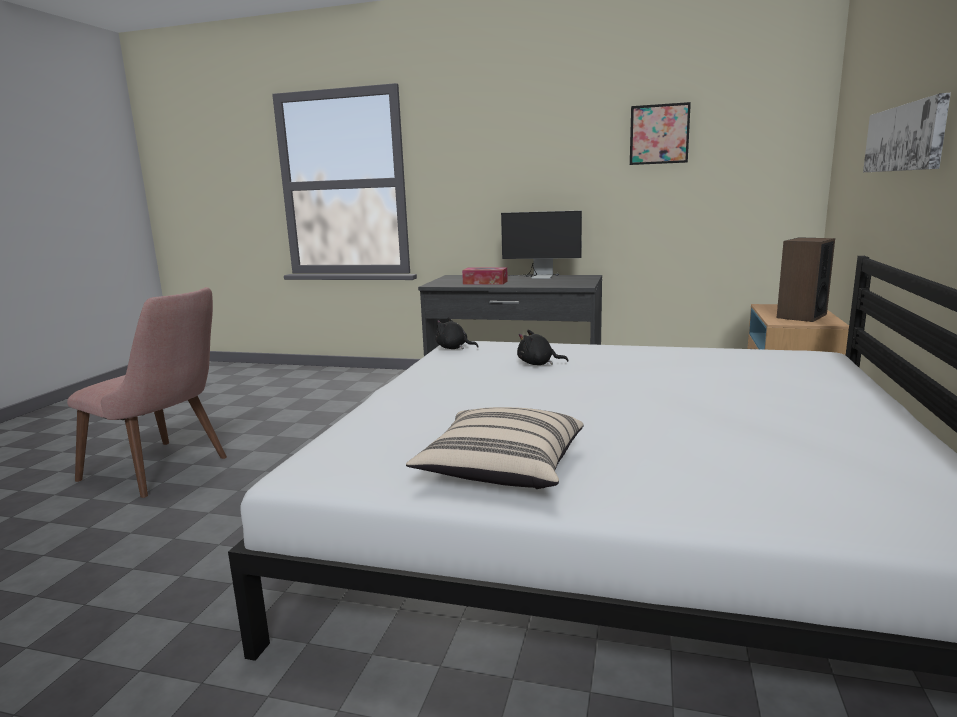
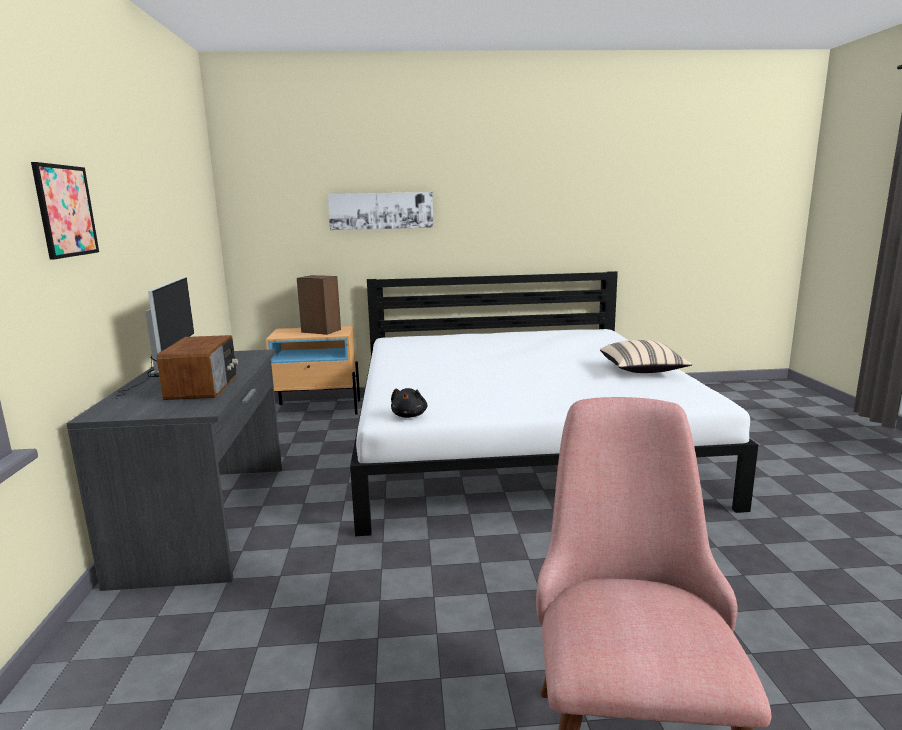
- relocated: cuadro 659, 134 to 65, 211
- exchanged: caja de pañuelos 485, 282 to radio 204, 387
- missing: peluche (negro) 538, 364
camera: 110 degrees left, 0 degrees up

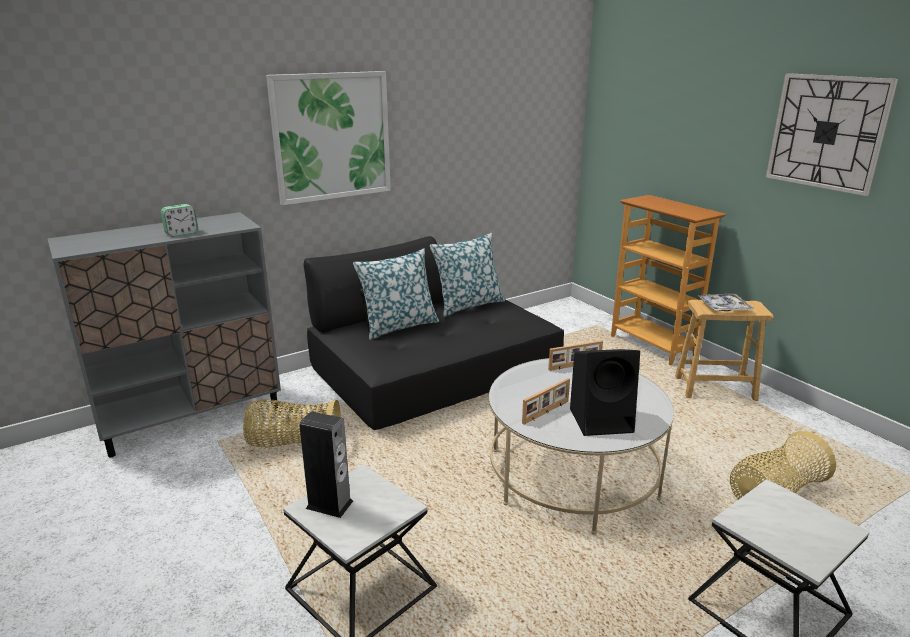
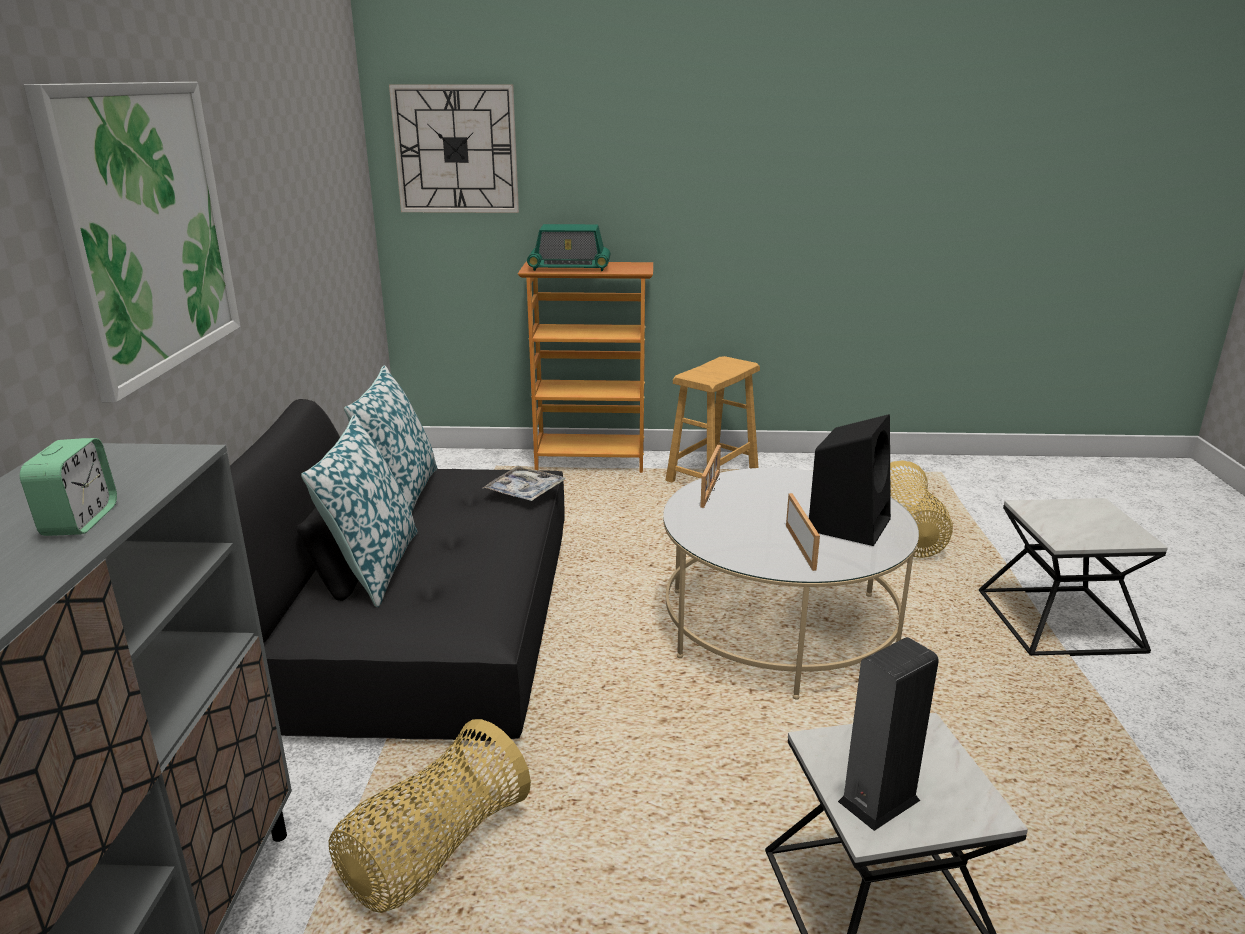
- relocated: reloj de pared 827, 132 to 456, 149
- relocated: bandeja 723, 307 to 525, 491
- appeared: radio 569, 267
camera: 55 degrees left, 0 degrees up

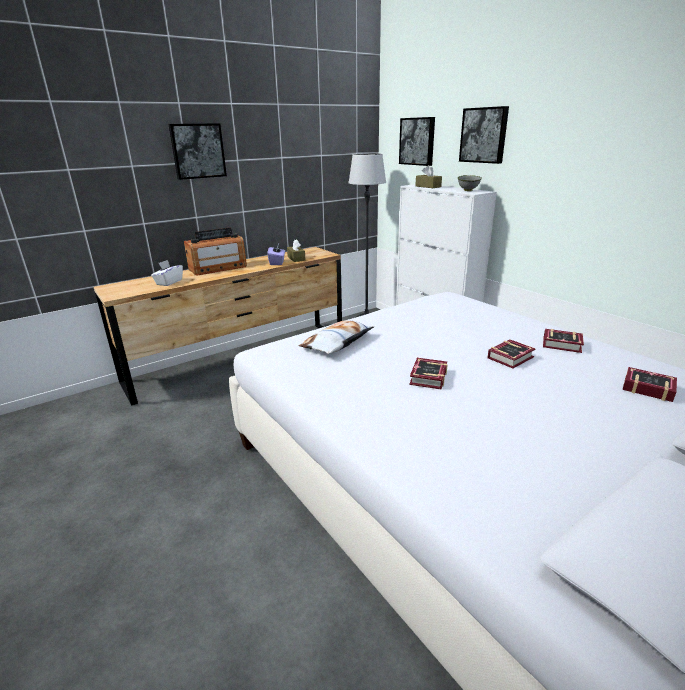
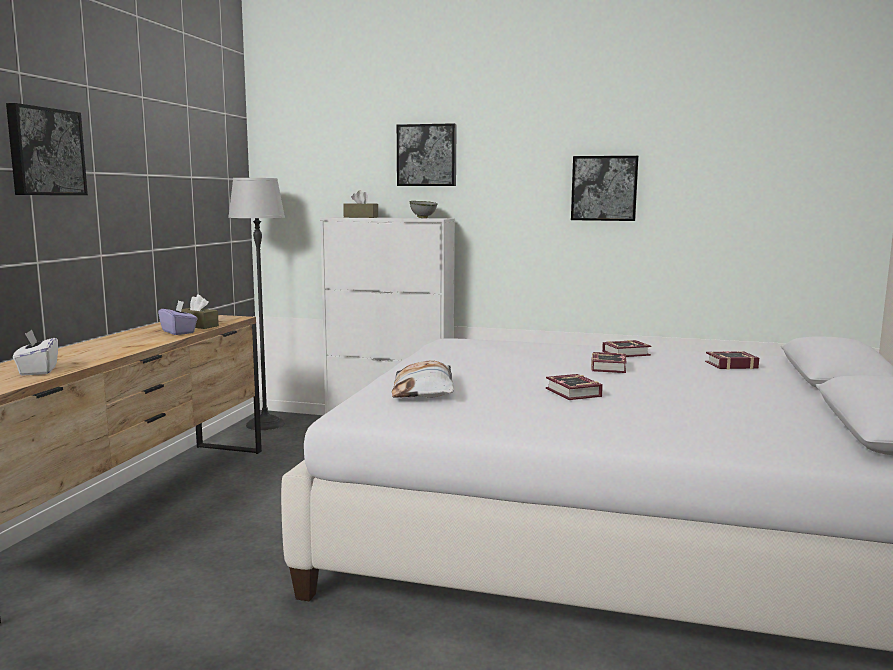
- relocated: cuadro 418, 141 to 604, 188
- missing: radio 218, 268
camera: 40 degrees left, 15 degrees down

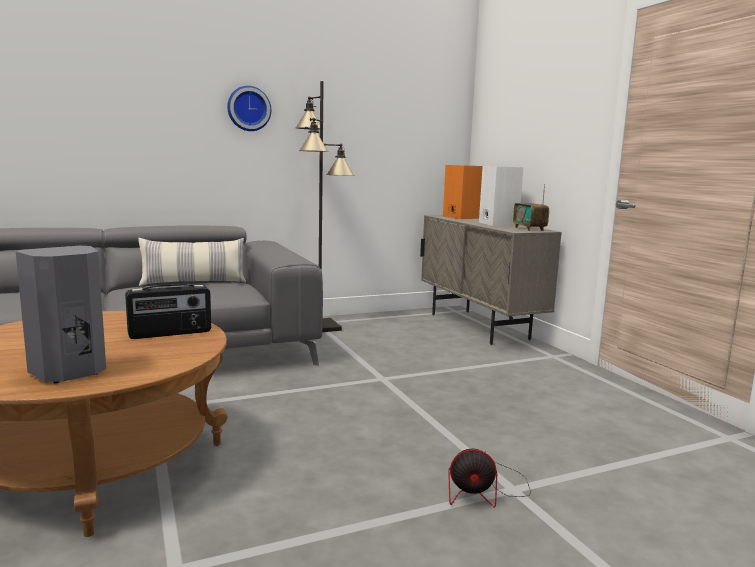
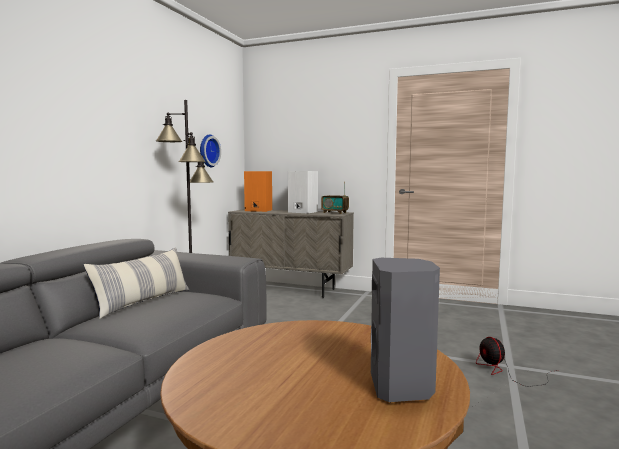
- relocated: reloj de pared 248, 109 to 207, 151
- spun: ventilador 485, 491 = 506, 372 120 degrees clockwise
- missing: radio 170, 333
camera: 45 degrees left, 5 degrees down

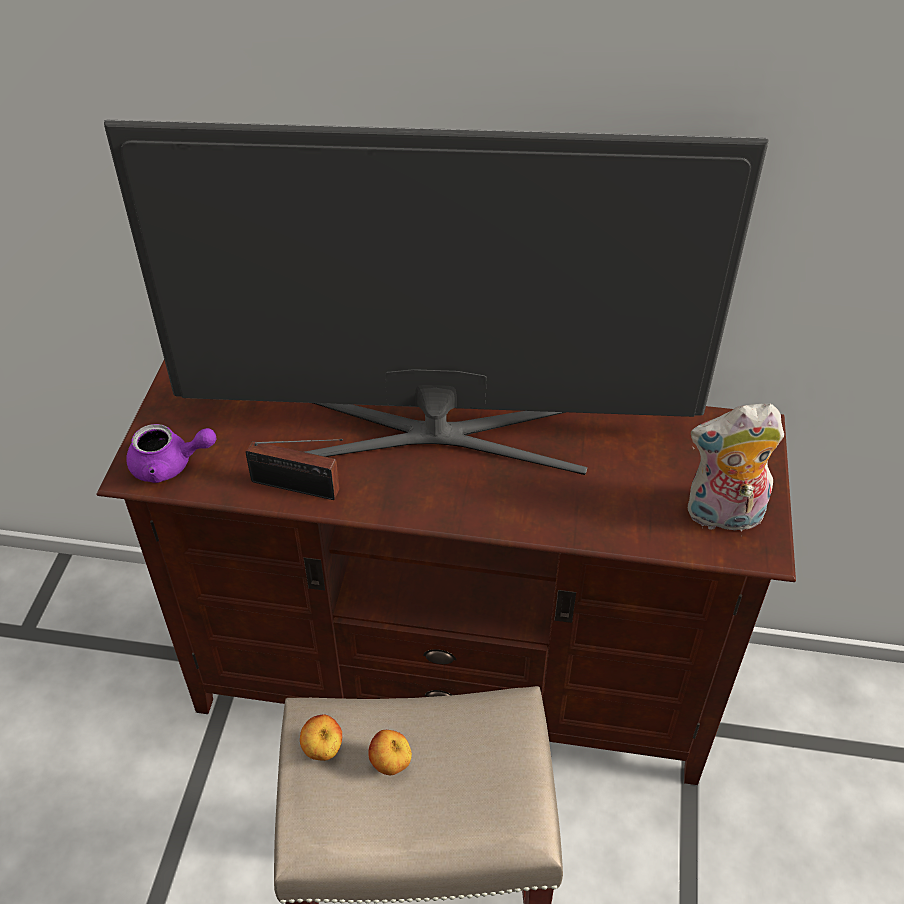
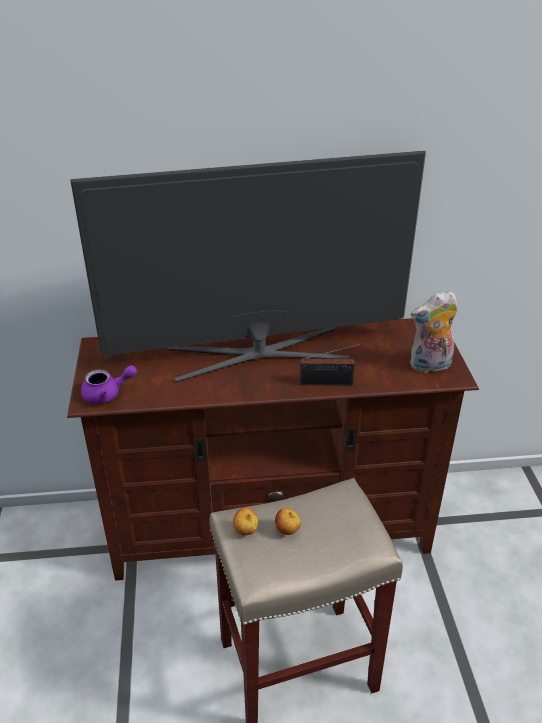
- relocated: radio 300, 488 to 329, 383
camera: 15 degrees left, 10 degrees down

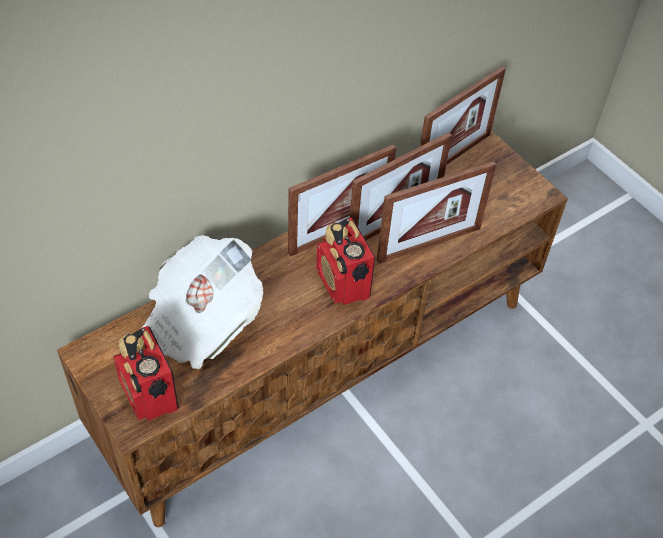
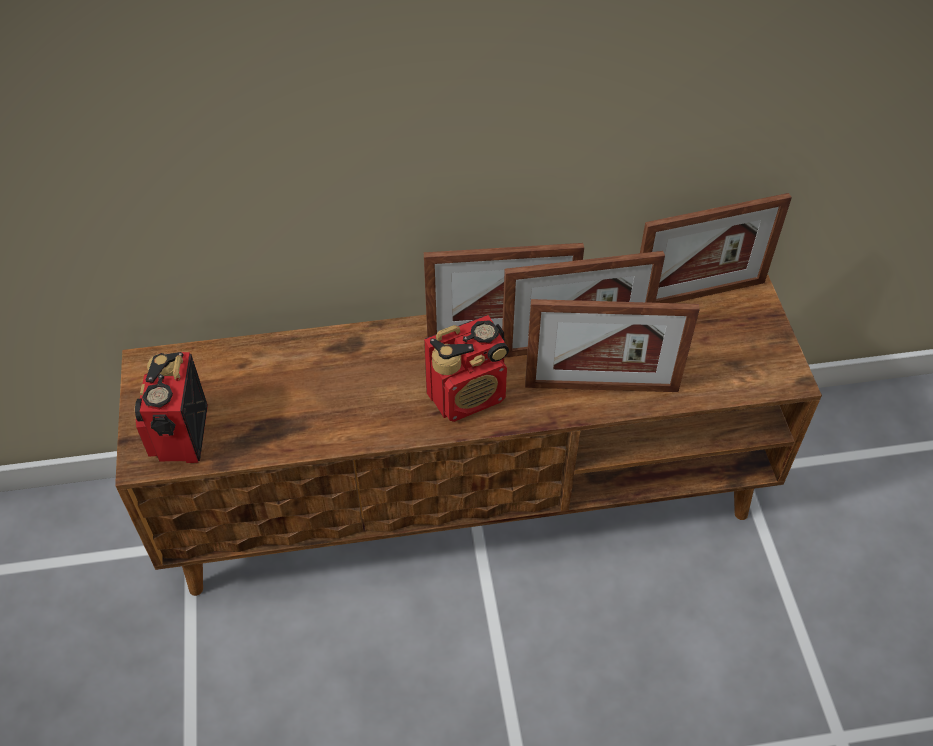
- spun: radio 343, 284 = 468, 396 120 degrees counterclockwise
- missing: periódico 199, 321
camera: 30 degrees right, 0 degrees up

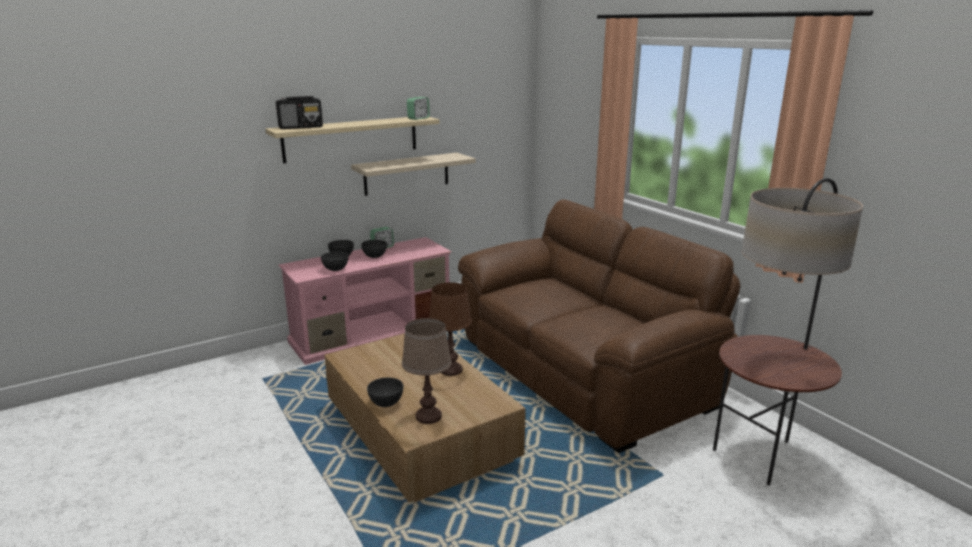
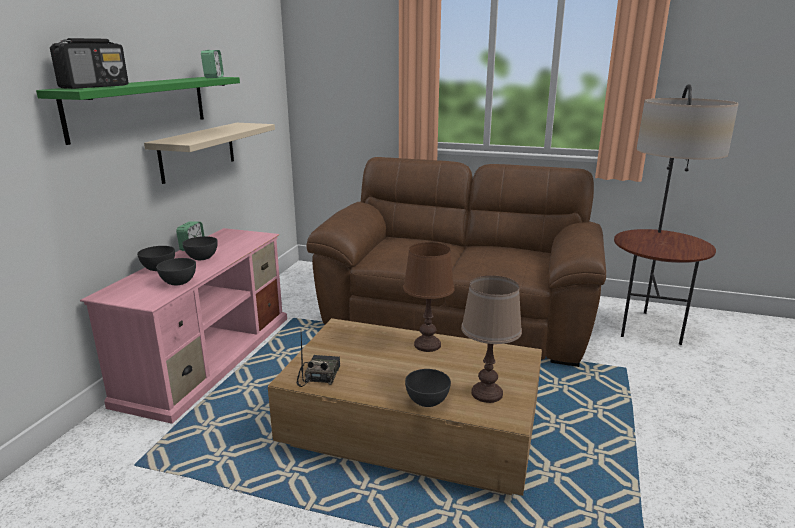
- colour: estante (beis) 351, 138 to estante (verde) 140, 106
- appeared: radio 319, 375
camera: 40 degrees left, 0 degrees up

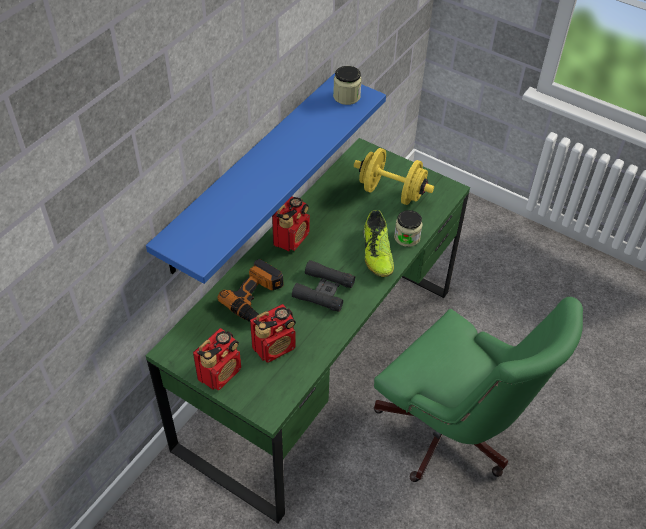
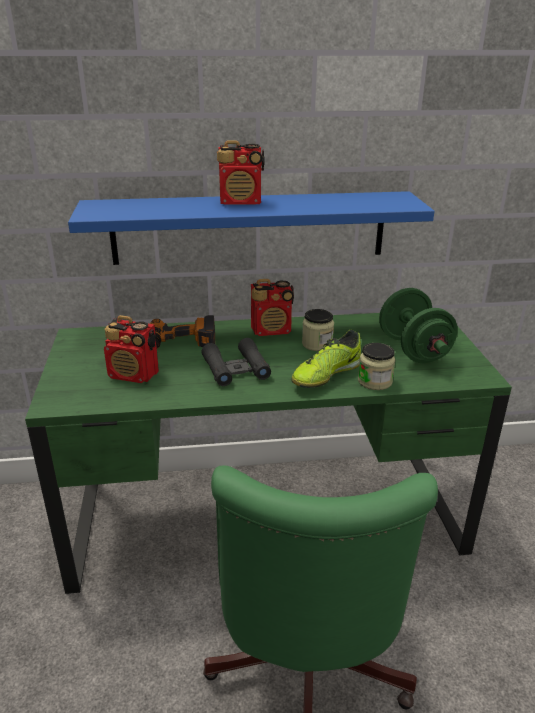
- relocated: radio 220, 373 to 241, 202
- relocated: tarro 346, 96 to 317, 344
- colour: mancuerna (amarillo) 391, 192 to mancuerna (verde) 413, 349
camera: 50 degrees right, 20 degrees down

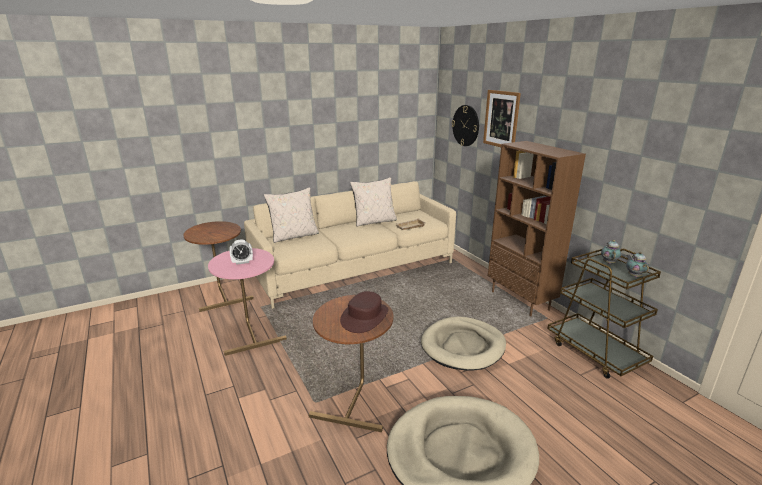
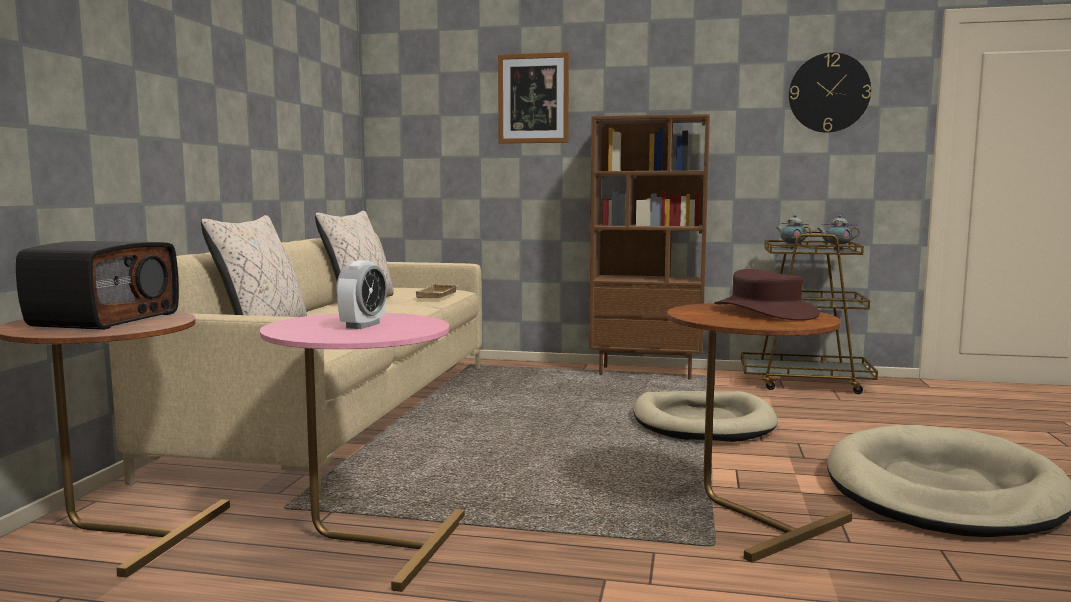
- appeared: radio 104, 319
- relocated: reloj de pared 466, 125 to 829, 93
camera: 50 degrees left, 15 degrees down

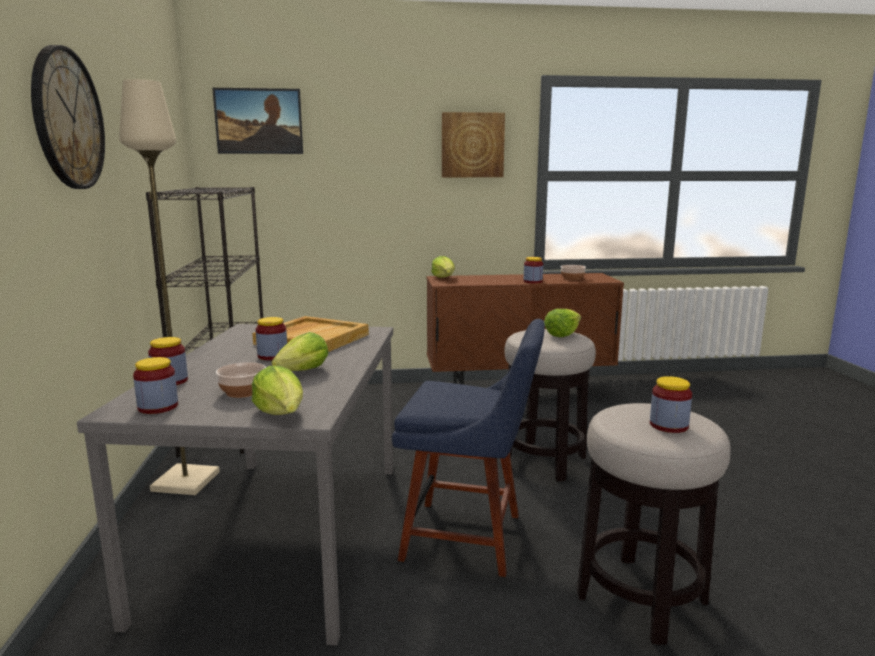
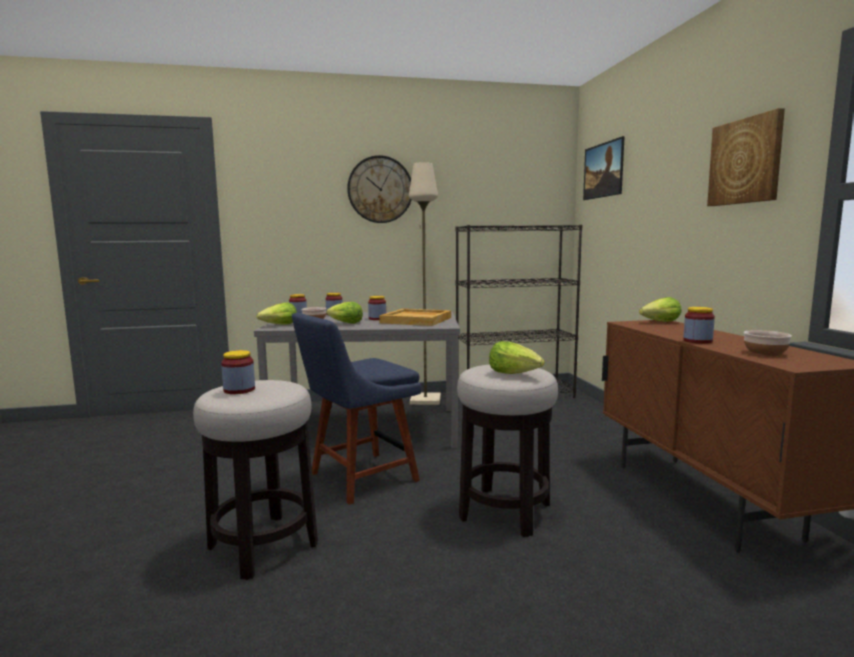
- spun: silla (azul) 469, 537 = 359, 478 45 degrees clockwise
camera: 85 degrees right, 5 degrees down

